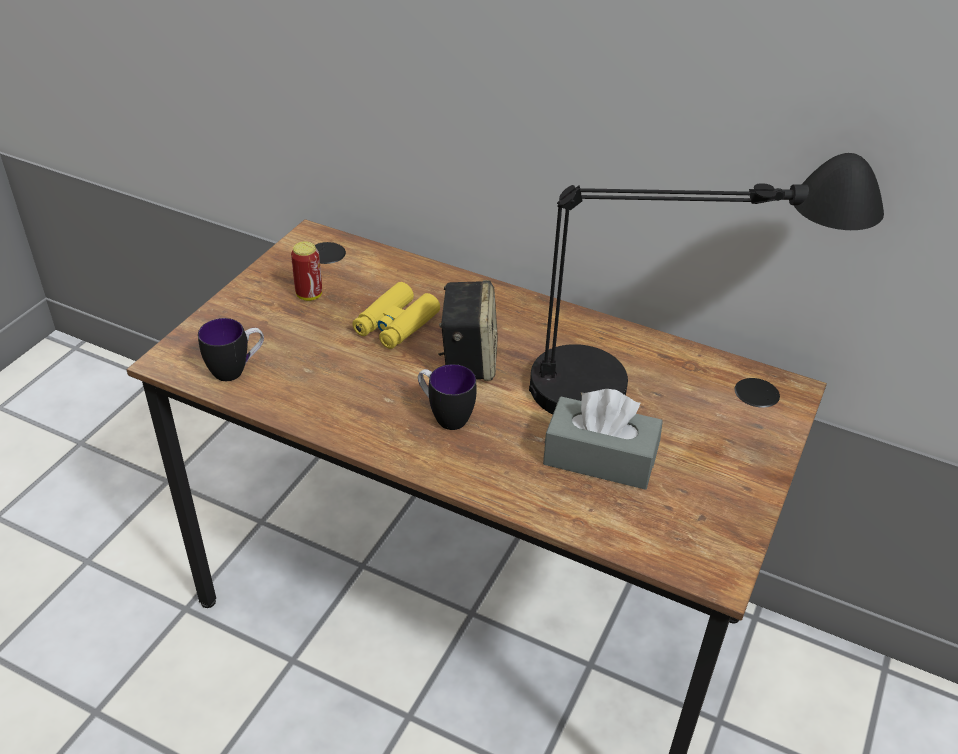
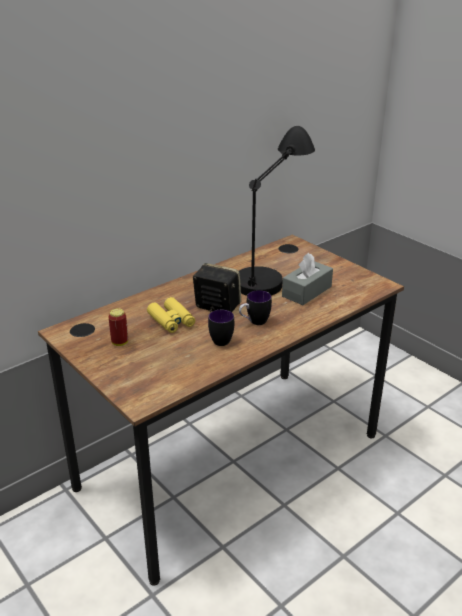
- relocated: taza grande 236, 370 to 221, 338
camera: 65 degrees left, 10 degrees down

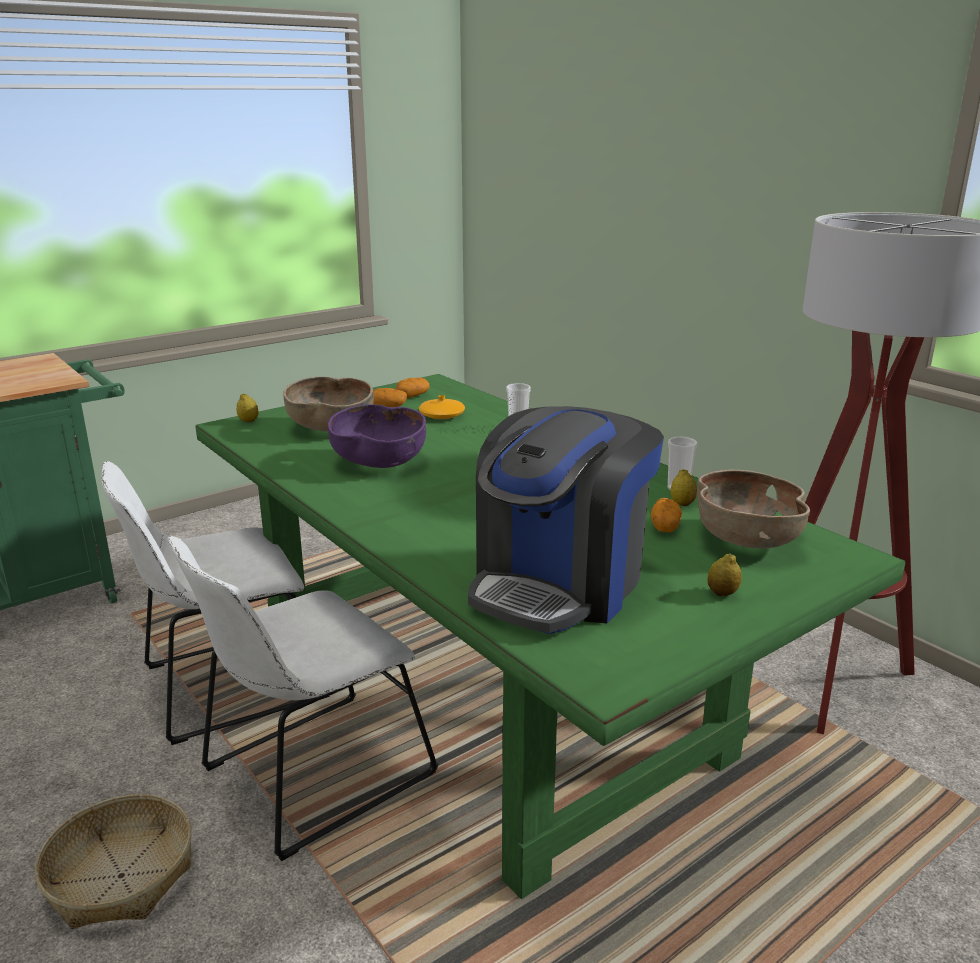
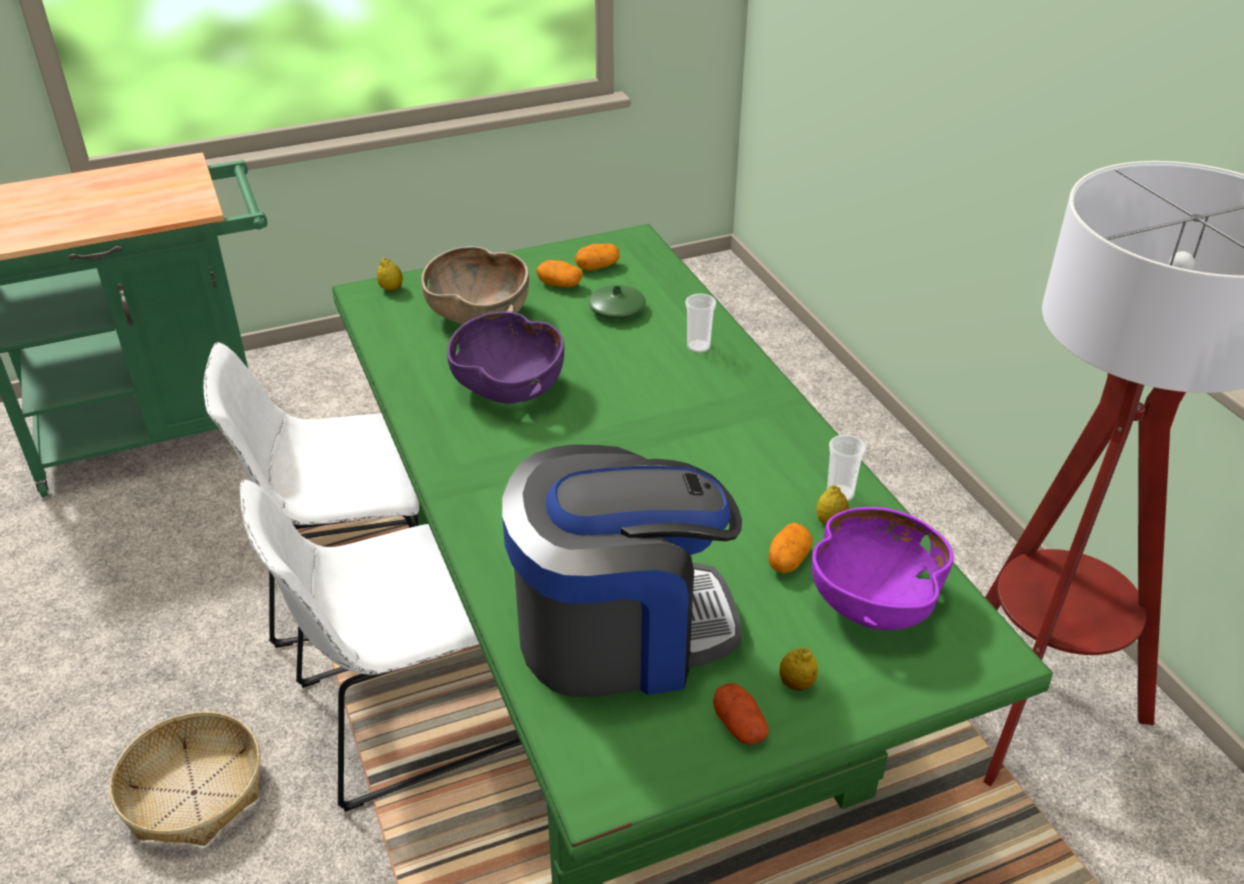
- spun: cafetera 559, 584 = 621, 632 150 degrees counterclockwise
- colour: florero (naranja) 442, 415 to florero (verde) 617, 310
- appeared: patata 739, 725
- colour: cuenco (marrón) 745, 540 to cuenco (morado) 873, 600
camera: 15 degrees right, 15 degrees up

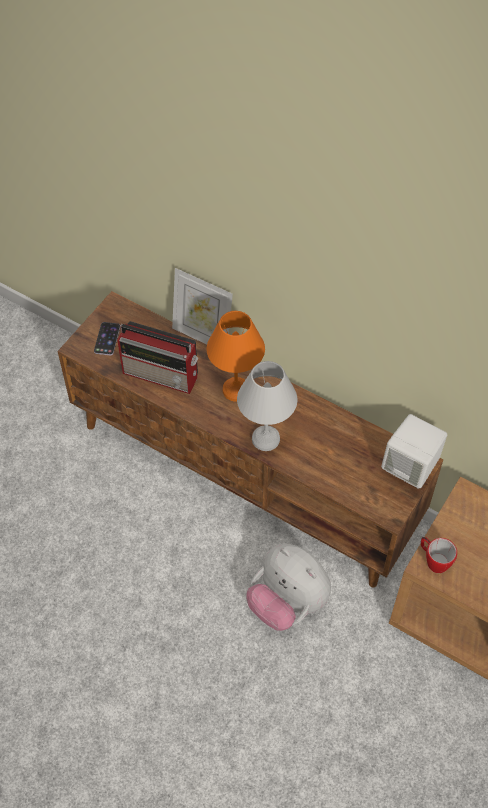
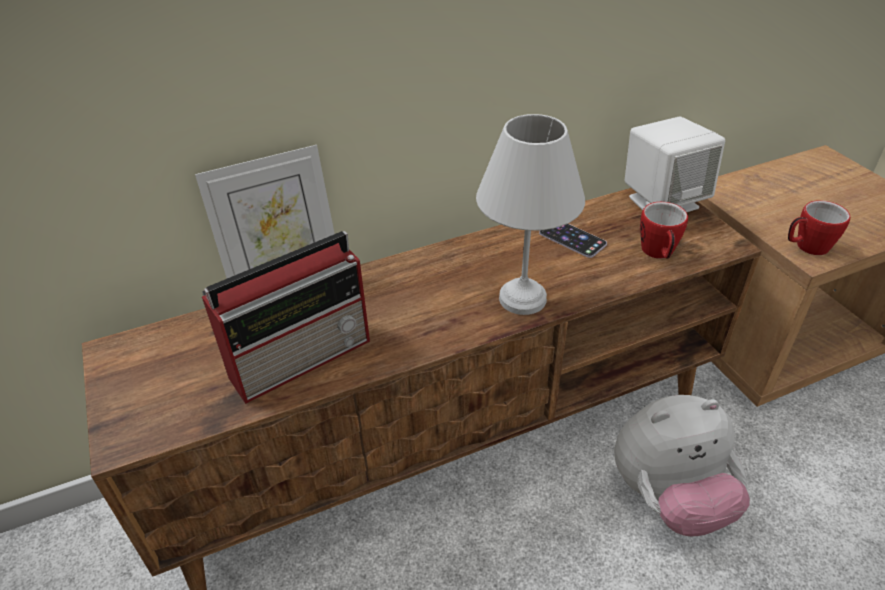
- relocated: móvil 107, 339 to 572, 238
- appeared: taza grande 658, 254
- missing: lámpara de mesa (naranja) 234, 389
camera: 55 degrees left, 15 degrees down

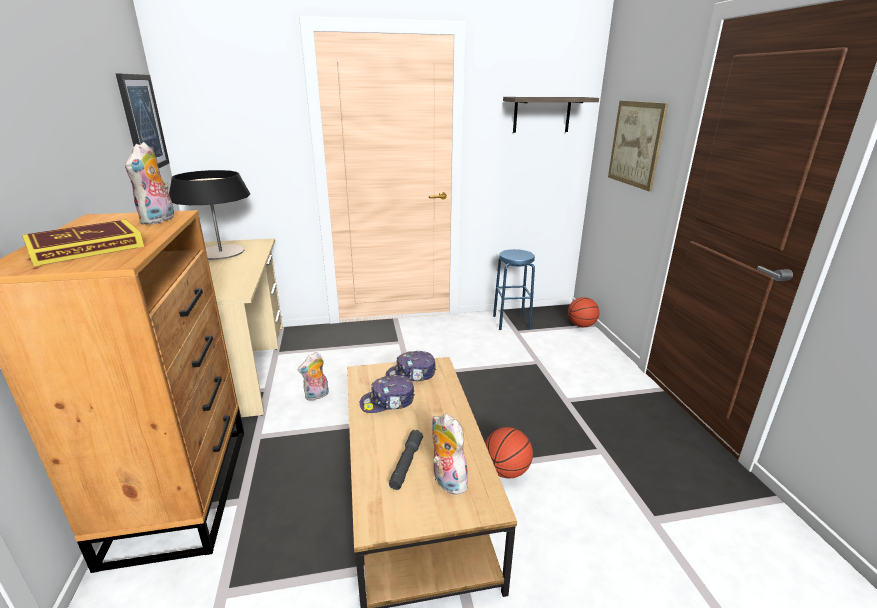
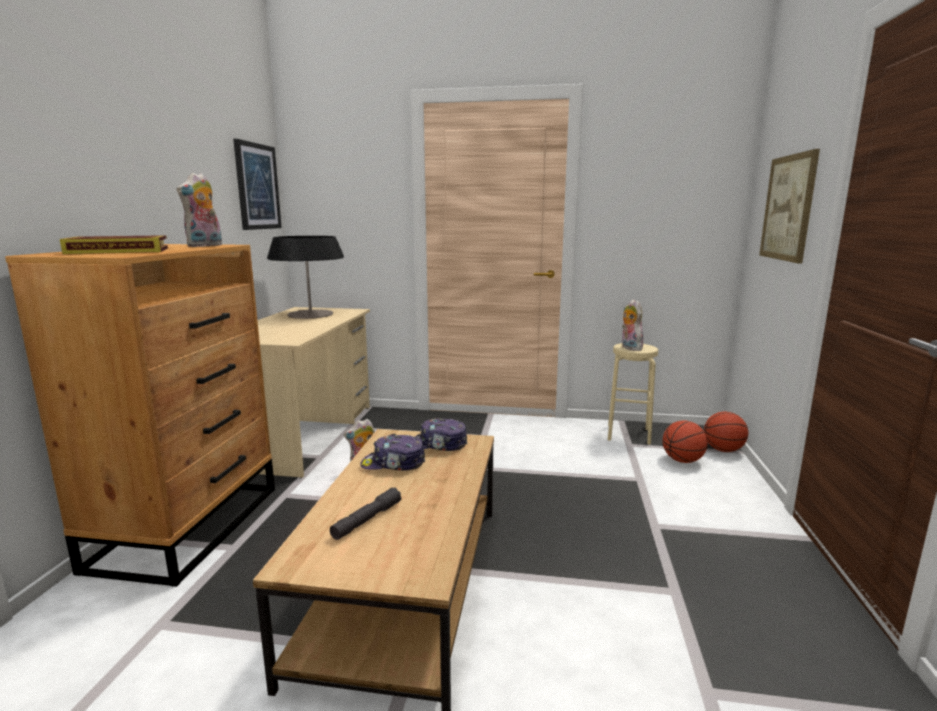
- colour: taburete (azul) 511, 322 to taburete (beis) 628, 434
- relocated: peluche 446, 481 to 629, 348
- relocated: balón de baloncesto 506, 471 to 682, 460
- missing: estante 541, 114
camera: 20 degrees right, 10 degrees down

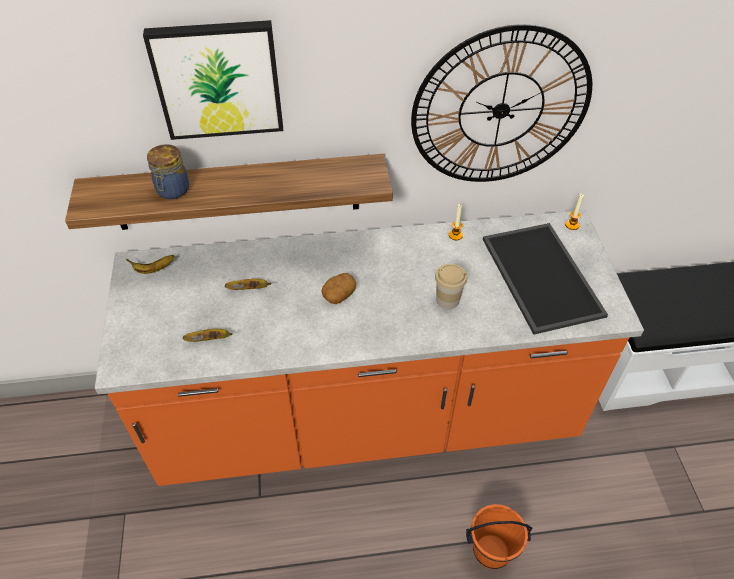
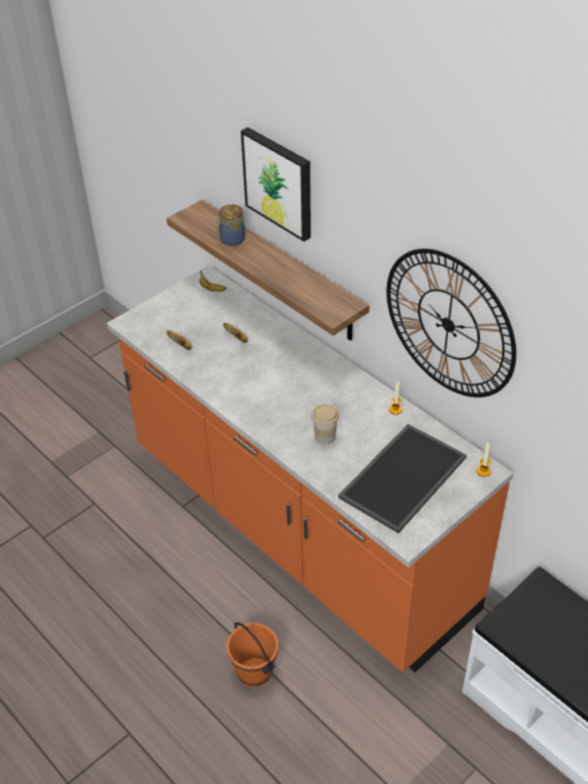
- missing: patata 339, 294
camera: 55 degrees right, 5 degrees down

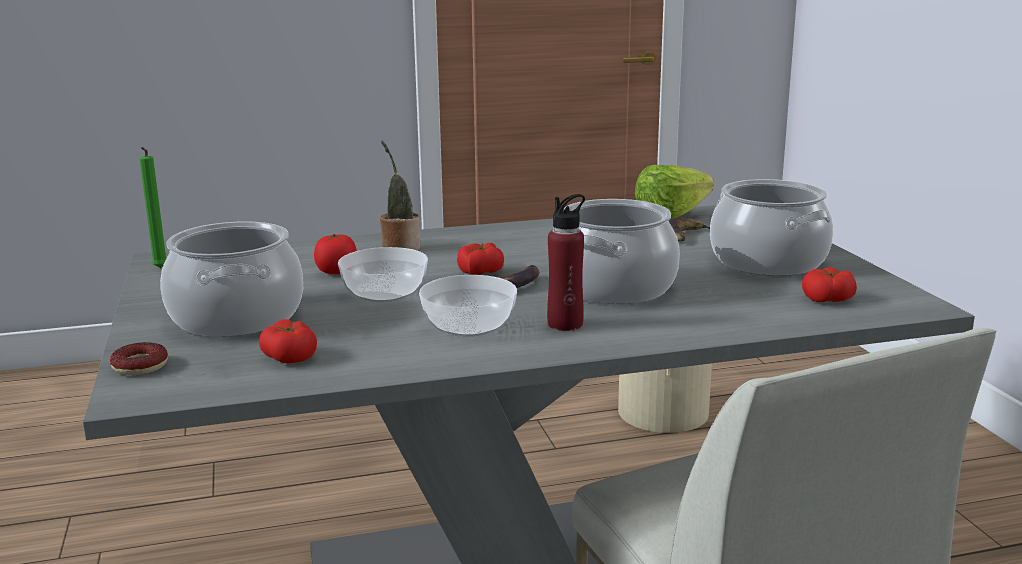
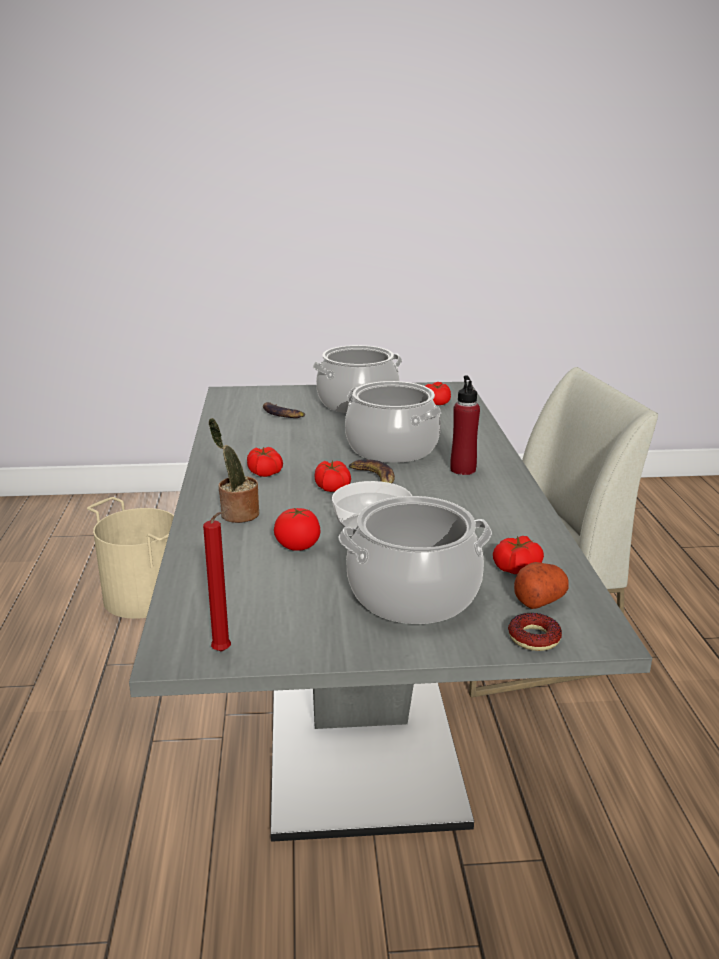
- colour: vela (verde) 159, 269 to vela (rojo) 224, 652
- appeared: tomate 264, 472
- appeared: patata 539, 599
- missing: cuenco 468, 325
- missing: lechuga 678, 216
camera: 80 degrees left, 5 degrees up

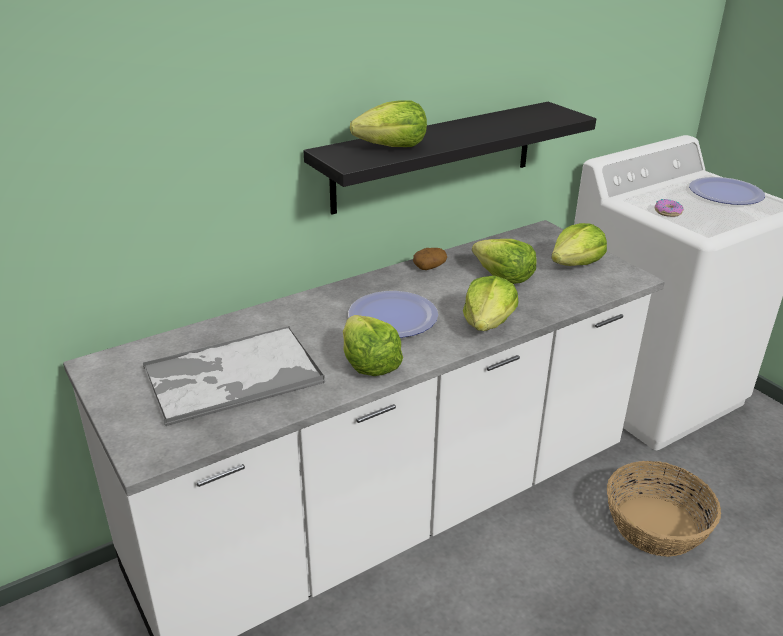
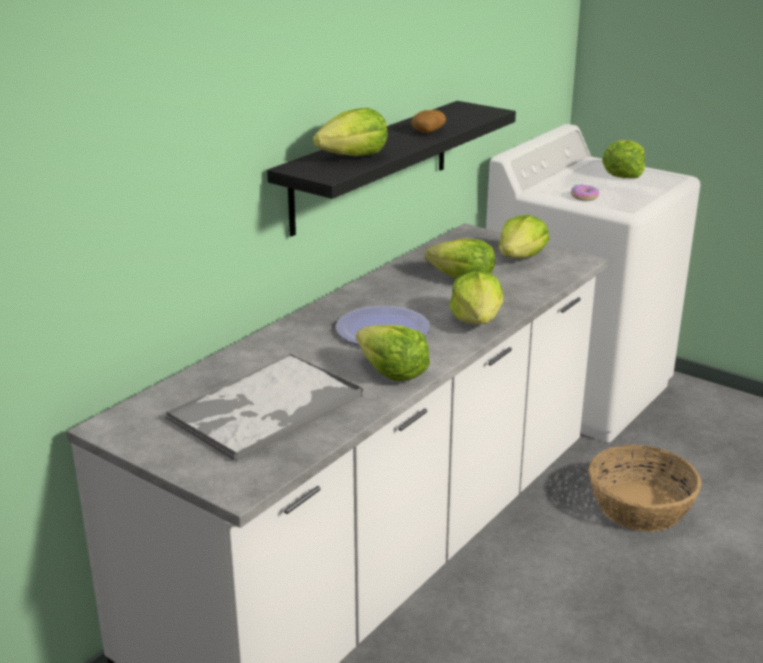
- relocated: patata 429, 266 to 428, 131
- exchanged: plato 725, 193 to lechuga 623, 174
camera: 20 degrees left, 5 degrees down

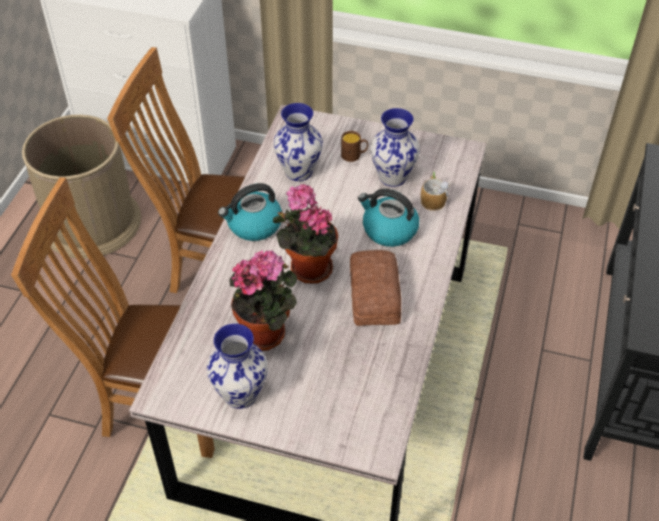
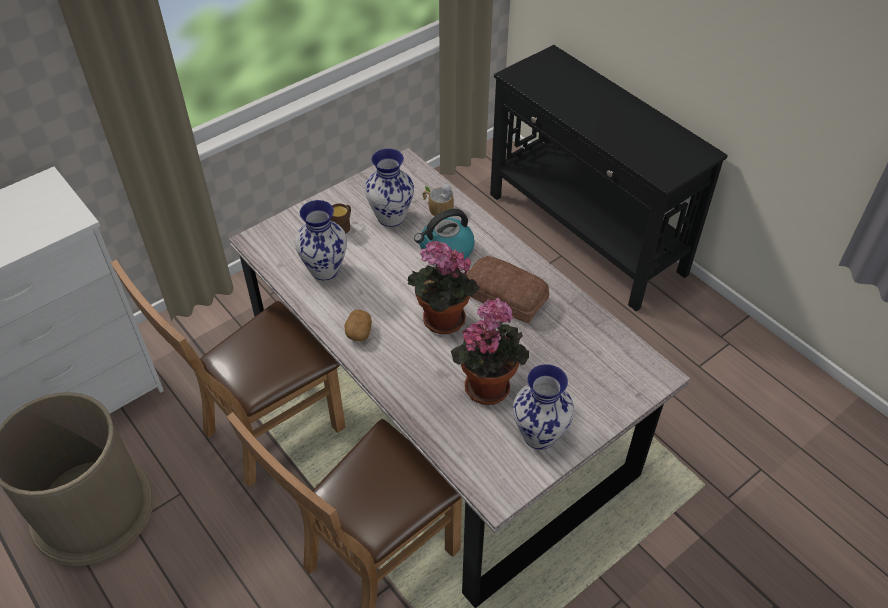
- exchanged: hervidor 253, 225 to patata 358, 331
camera: 55 degrees left, 0 degrees up

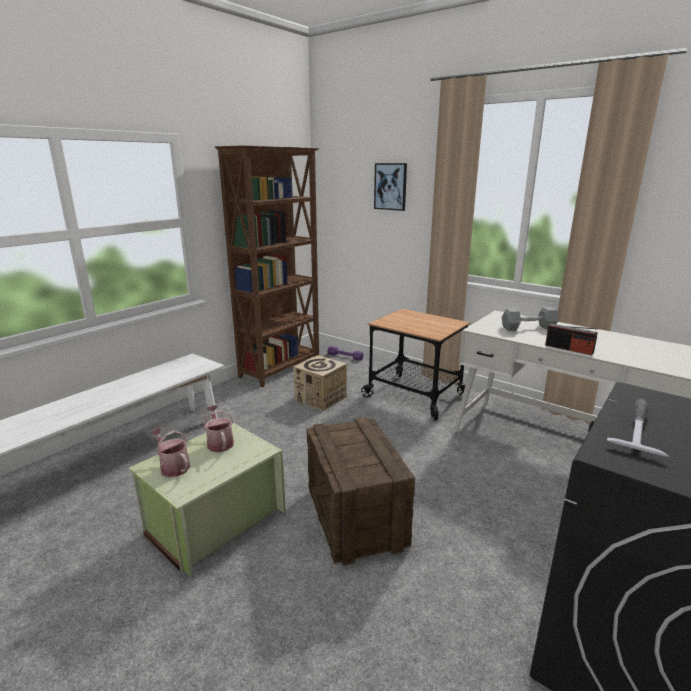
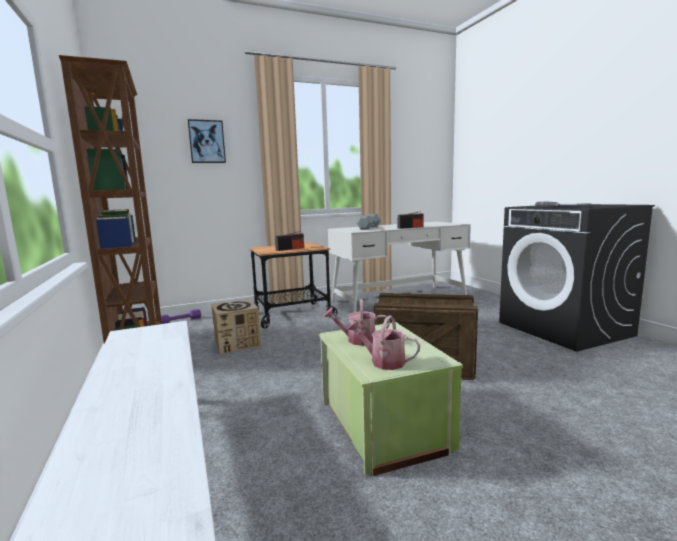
- appeared: radio 290, 249
- spun: regadera 173, 466 = 383, 361 45 degrees clockwise
camera: 60 degrees left, 10 degrees down

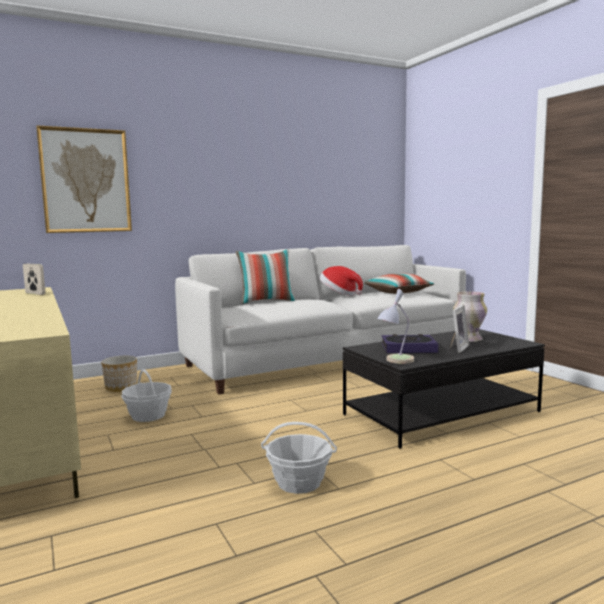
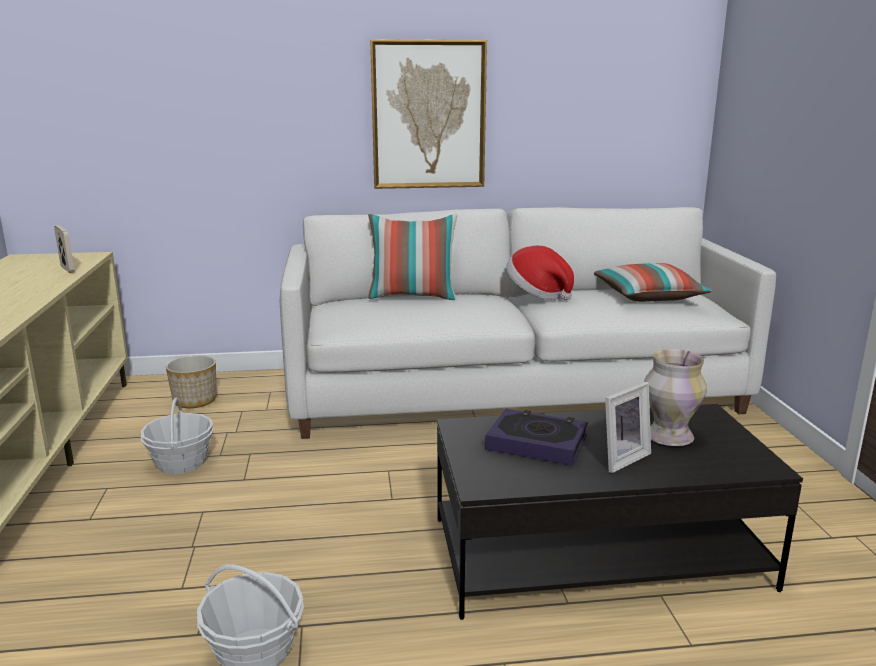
- relocated: cuadro 86, 181 to 428, 115
- missing: lámpara de mesa 395, 361
camera: 20 degrees right, 10 degrees up

